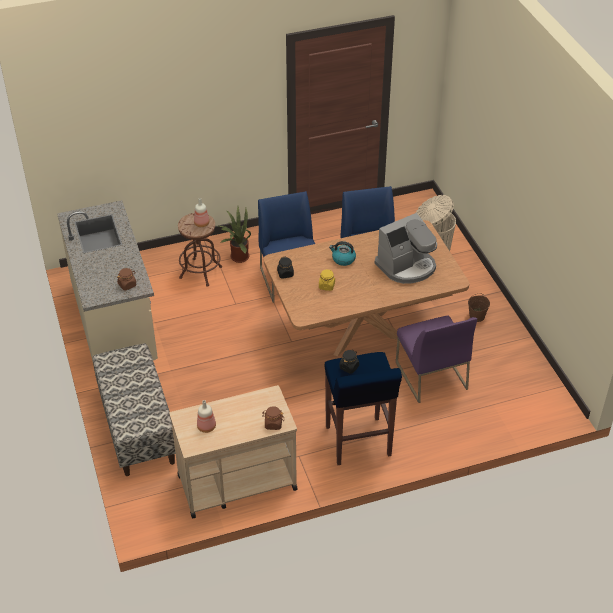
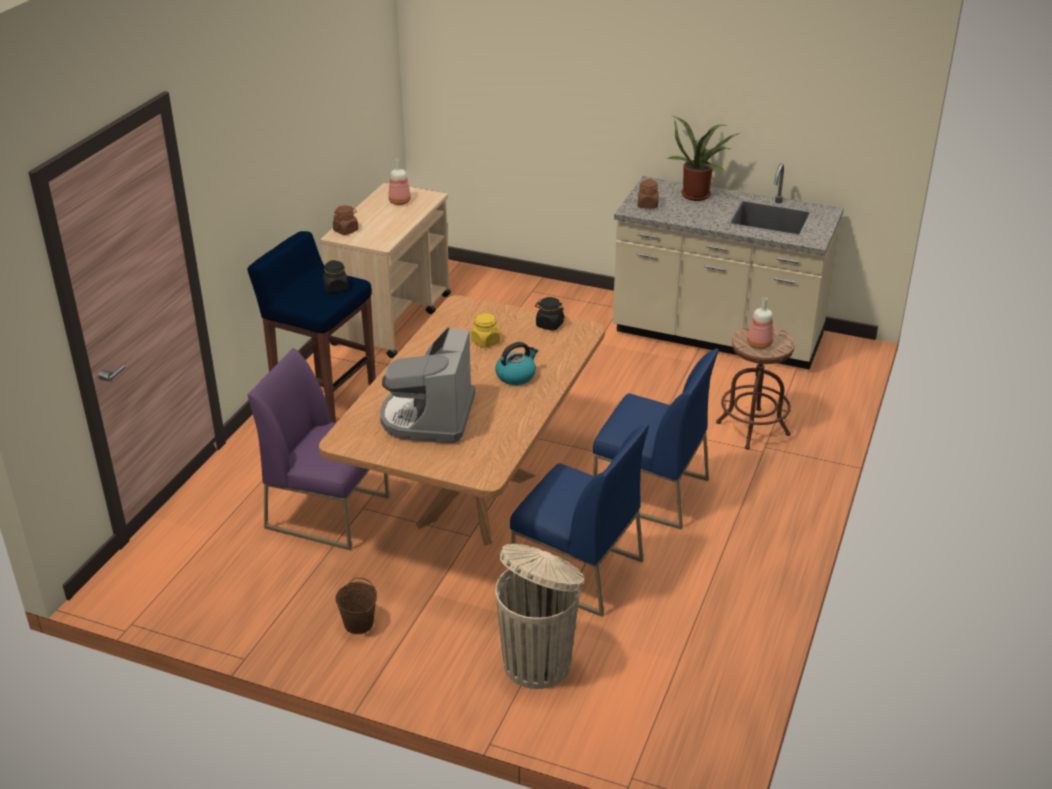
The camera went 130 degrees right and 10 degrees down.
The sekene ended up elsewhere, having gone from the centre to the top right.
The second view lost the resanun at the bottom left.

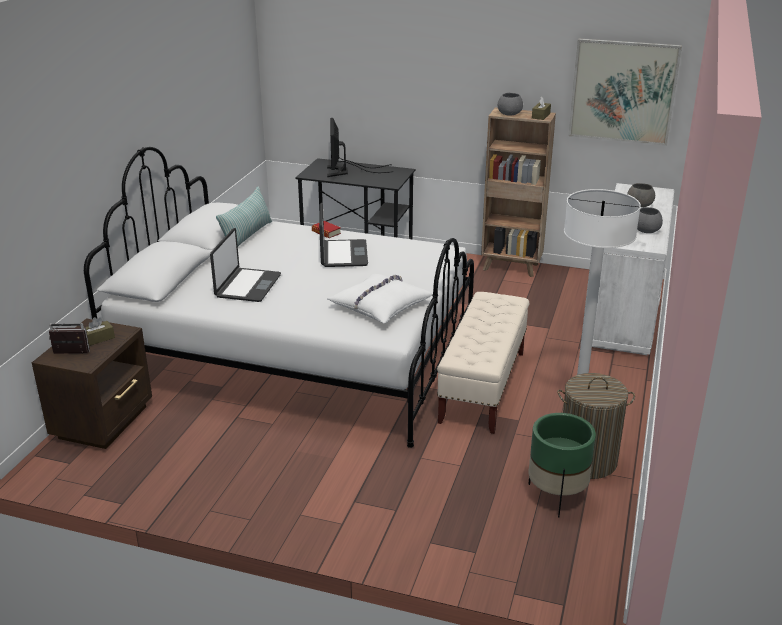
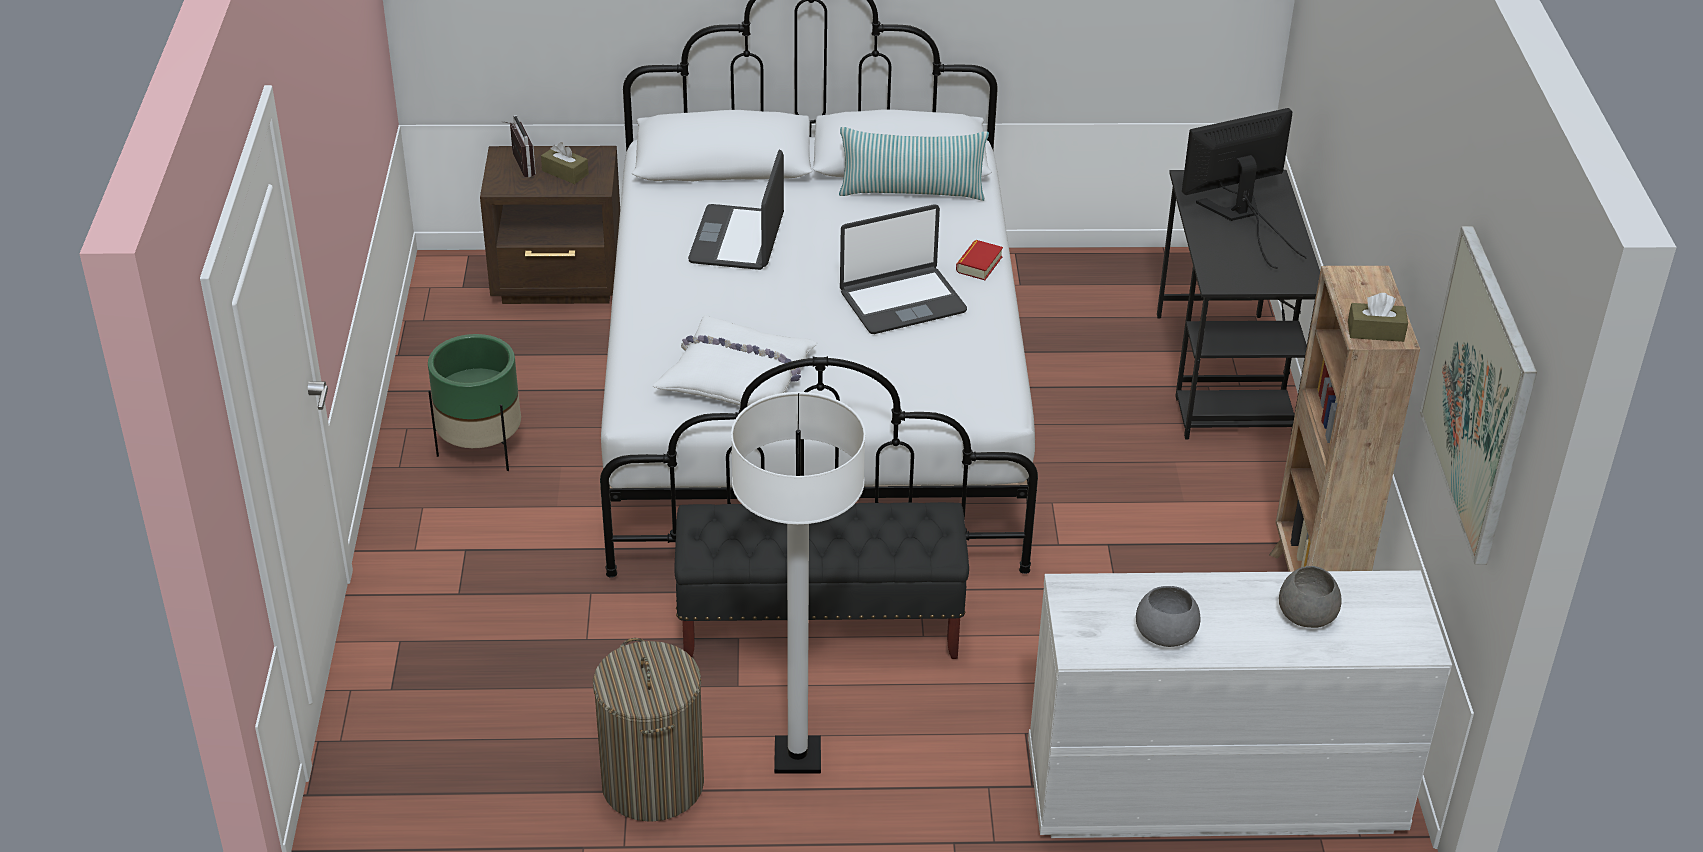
The camera went 70 degrees right and 10 degrees up.
The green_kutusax ended up elsewhere, having gone from the bottom right to the middle left.
What was the beige_resanun at the centre turned into the black_resanun at the bottom centre.
The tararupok (1st from left) at the middle left ended up facing another way, 105 degrees clockwise from before.
The second view lost the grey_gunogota (1st from left) at the top centre.

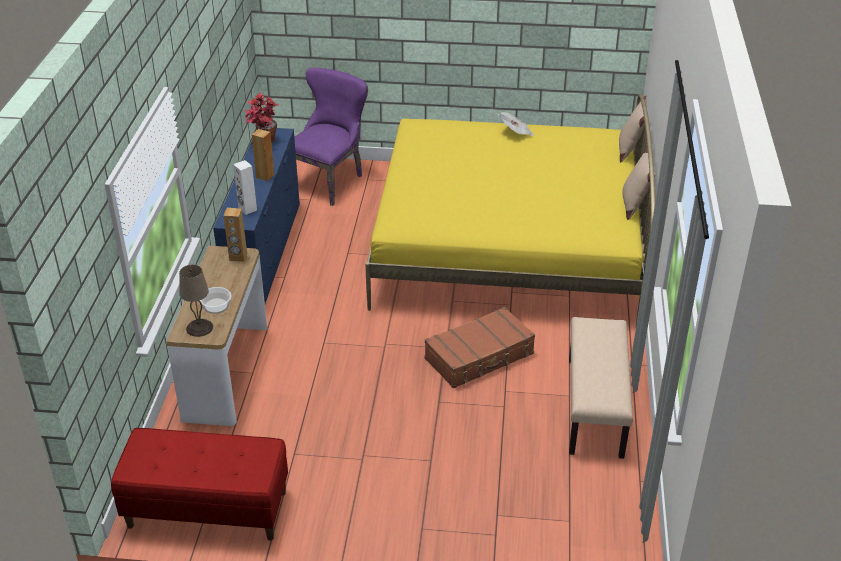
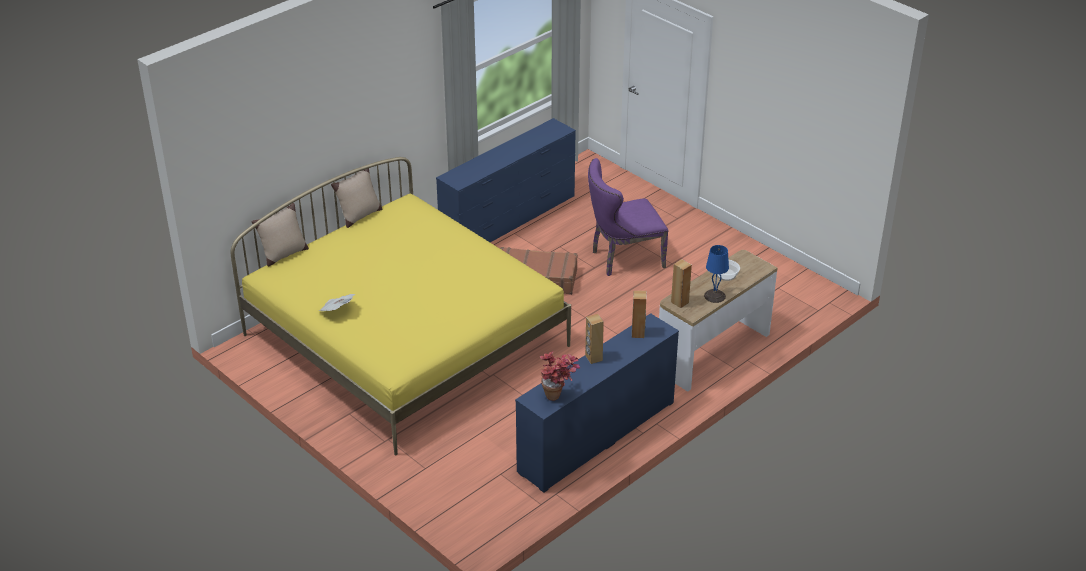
The camera went 140 degrees left and 0 degrees up.
Where the beige_resanun stood at the bottom right, the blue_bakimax (1st from left) came to stand at the top centre.
The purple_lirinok ended up elsewhere, having gone from the top centre to the centre.
What was the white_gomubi at the middle left turned into the brown_gomubi (2nd from left) at the centre.
The second view gained the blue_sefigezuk at the centre.
The second view lost the red_resanun at the bottom left.
The second view lost the beige_sefigezuk at the middle left.

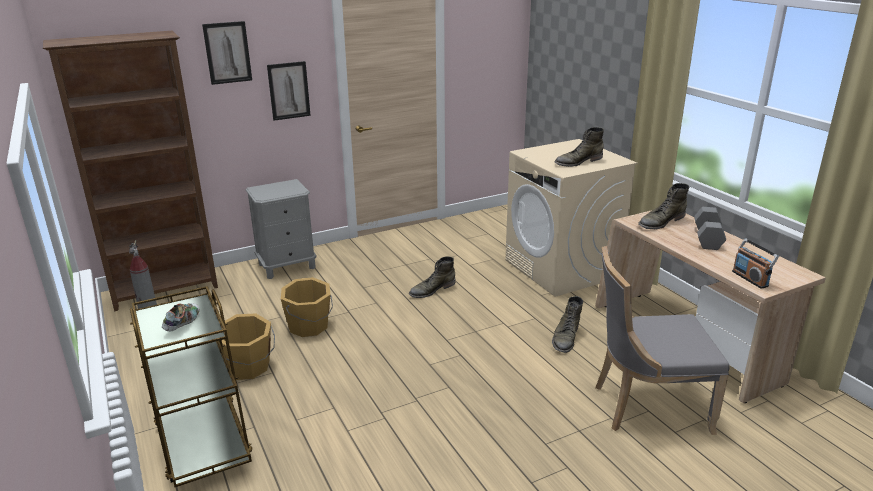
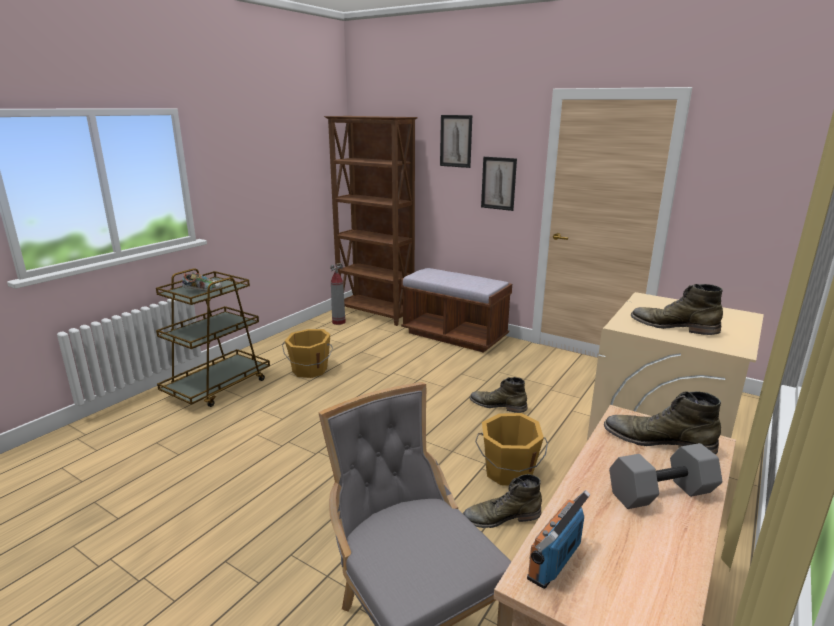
The camera went 60 degrees right and 5 degrees down.
Where the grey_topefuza stood at the middle left, the brown_resanun came to stand at the centre.
The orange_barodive (2nd from left) ended up elsewhere, having gone from the centre to the bottom centre.

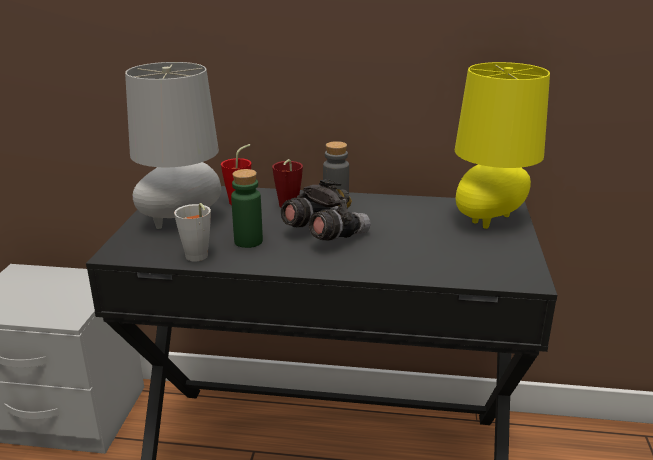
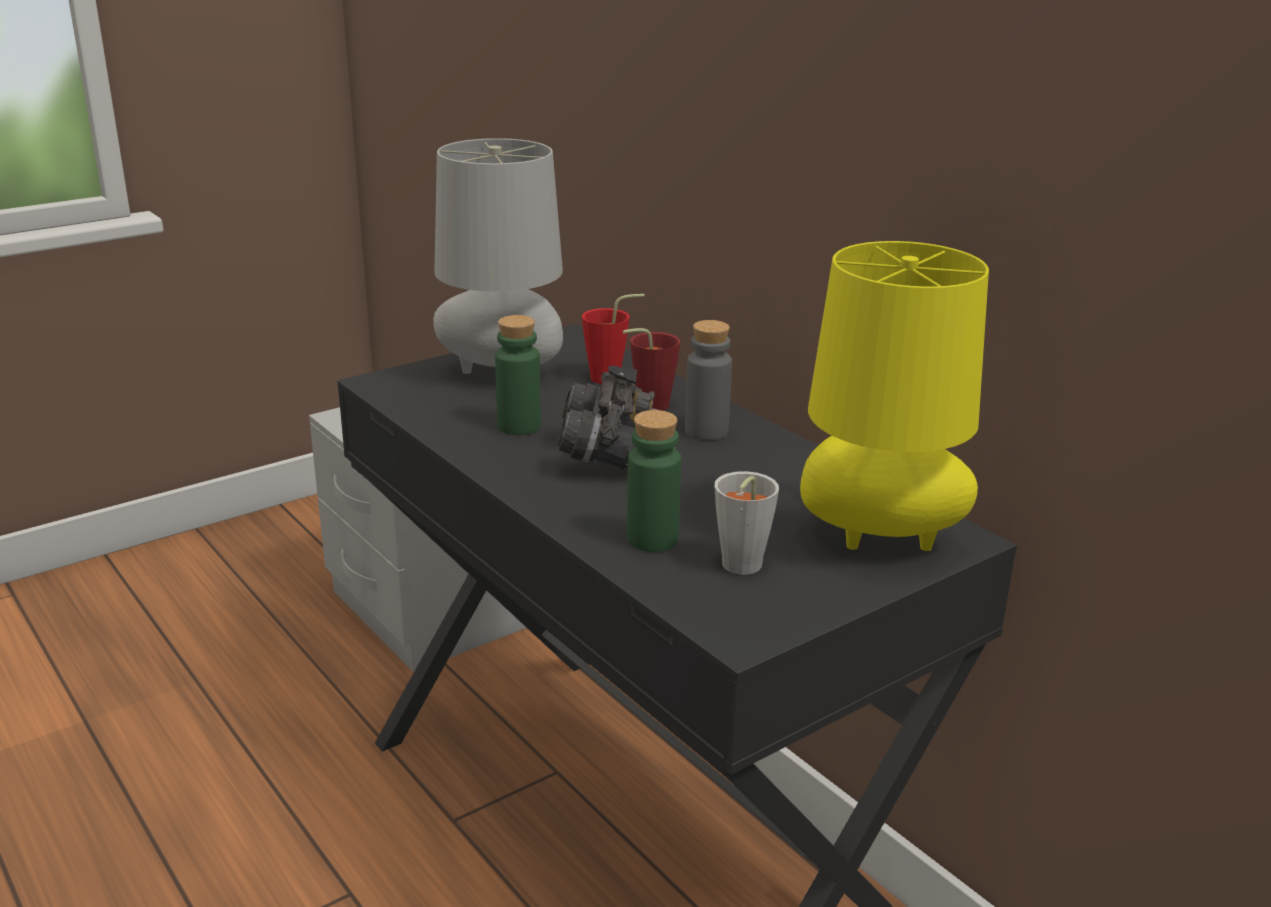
The camera went 45 degrees right and 0 degrees up.
The second view gained the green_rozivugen (2nd from left) at the centre.
The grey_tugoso ended up elsewhere, having gone from the middle left to the centre.

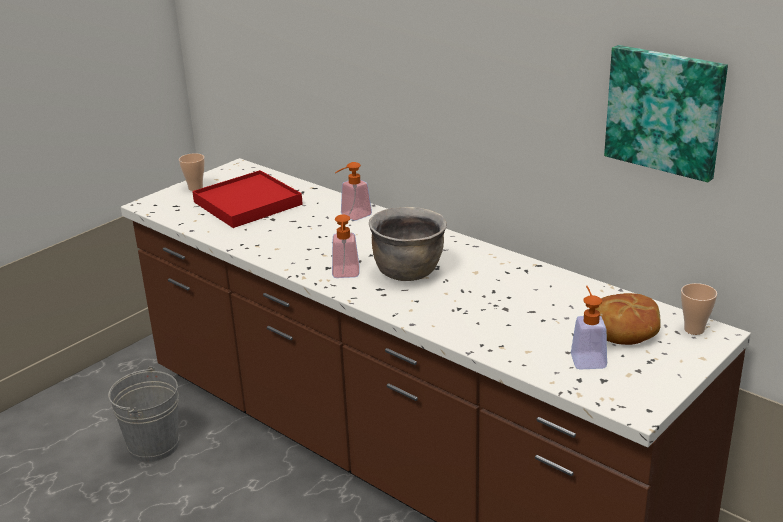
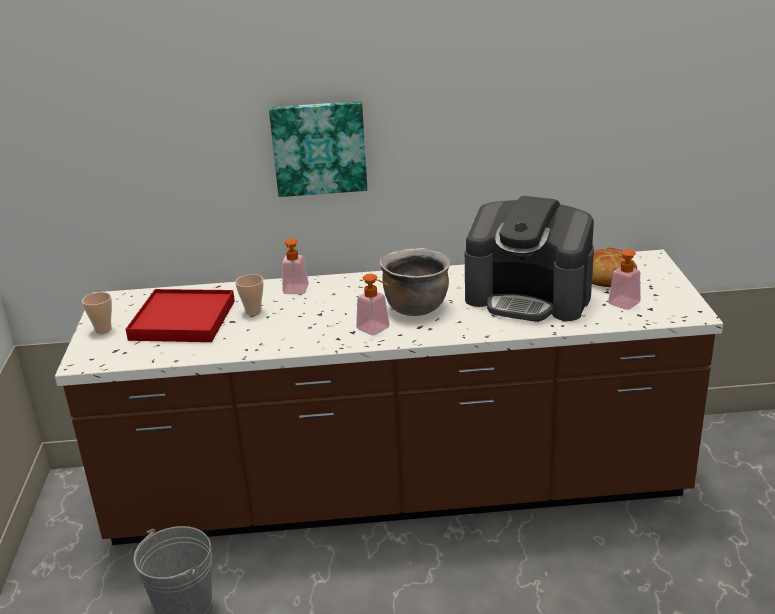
The camera went 45 degrees left and 0 degrees up.
The tugoso (2nd from left) ended up elsewhere, having gone from the middle right to the middle left.
The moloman ended up elsewhere, having gone from the top right to the top centre.
The second view gained the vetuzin at the middle right.

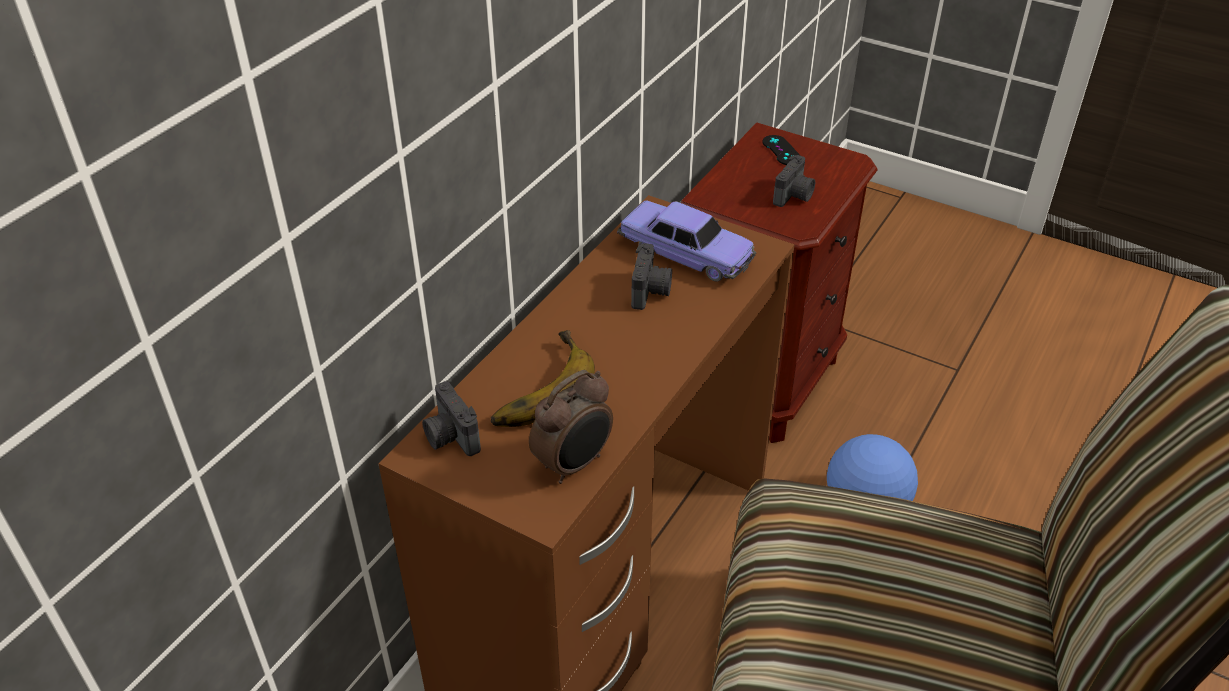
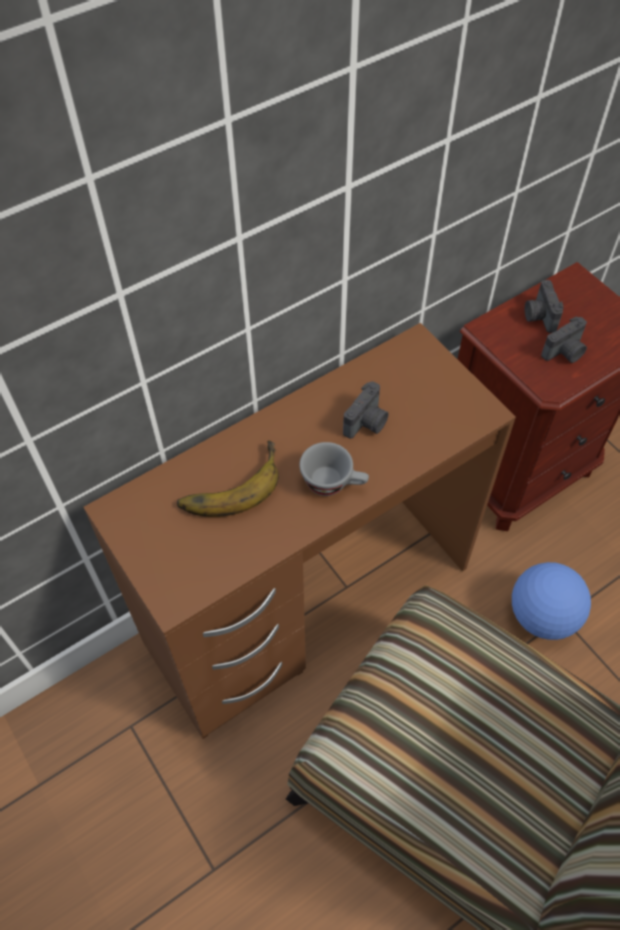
The camera went 25 degrees right and 15 degrees up.
The second view gained the grey_tugoso at the centre.
The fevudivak (1st from left in the first image) ended up elsewhere, having gone from the centre to the top right.
The second view lost the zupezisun at the centre.
The second view lost the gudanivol at the centre.
The second view lost the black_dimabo at the top centre.

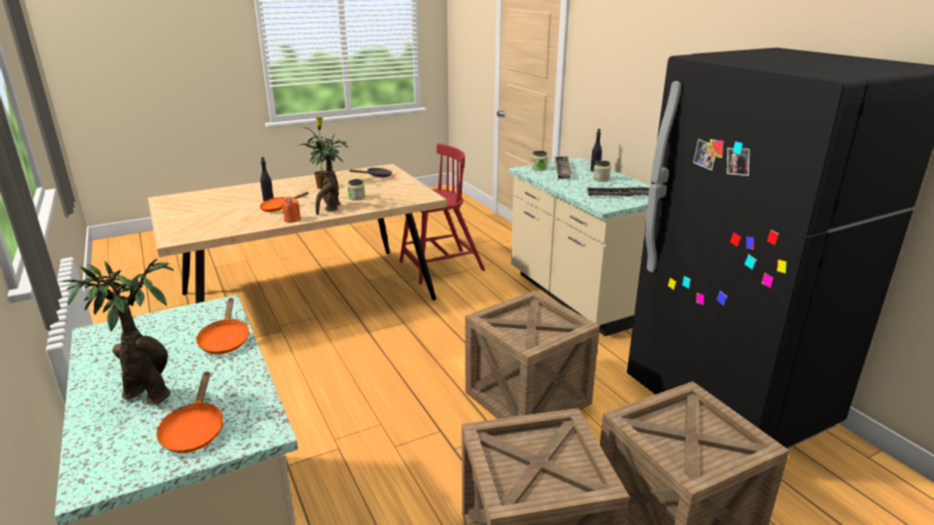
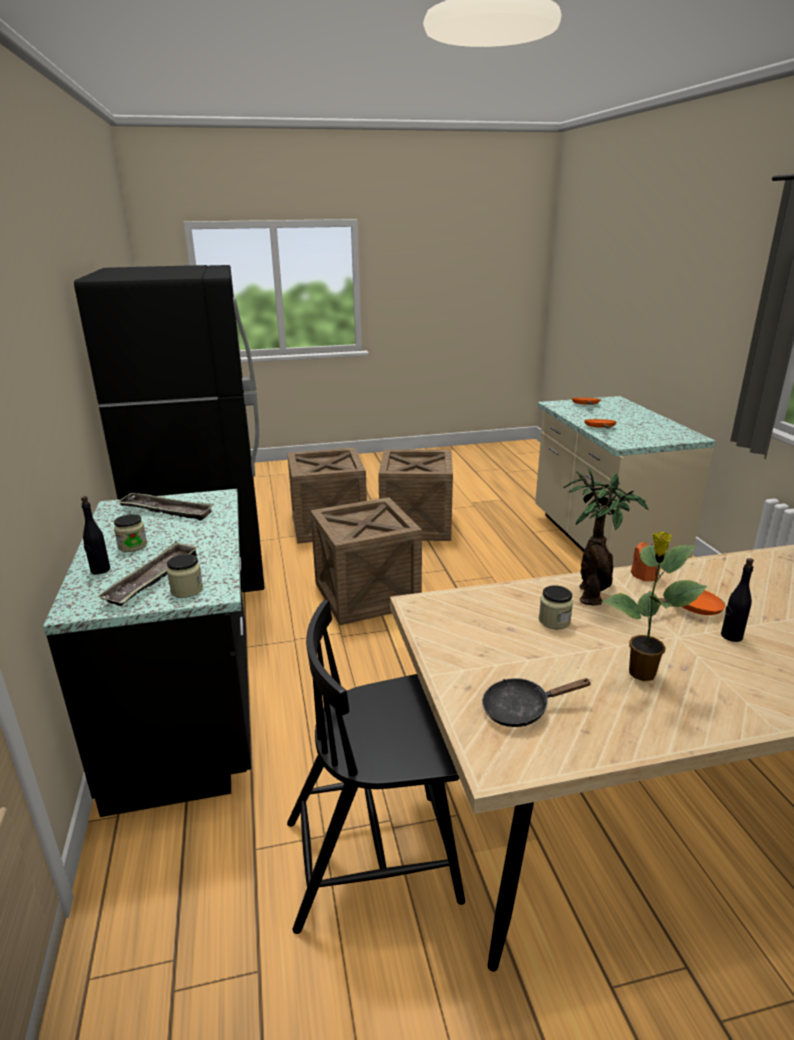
The camera went 165 degrees left and 0 degrees up.
What was the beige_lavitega (2nd from left) at the centre turned into the black_lavitega at the middle left.
What was the red_lirinok at the centre turned into the black_lirinok at the bottom centre.
The second view lost the sekene (1st from left) at the middle left.

